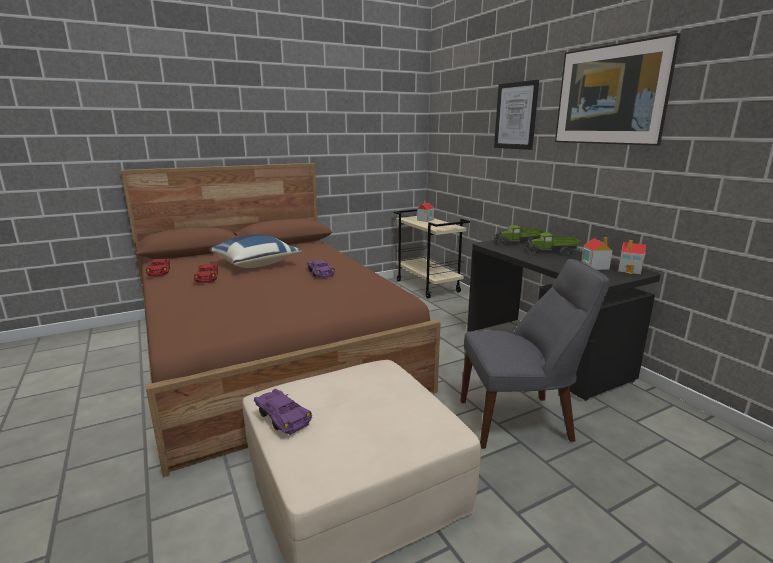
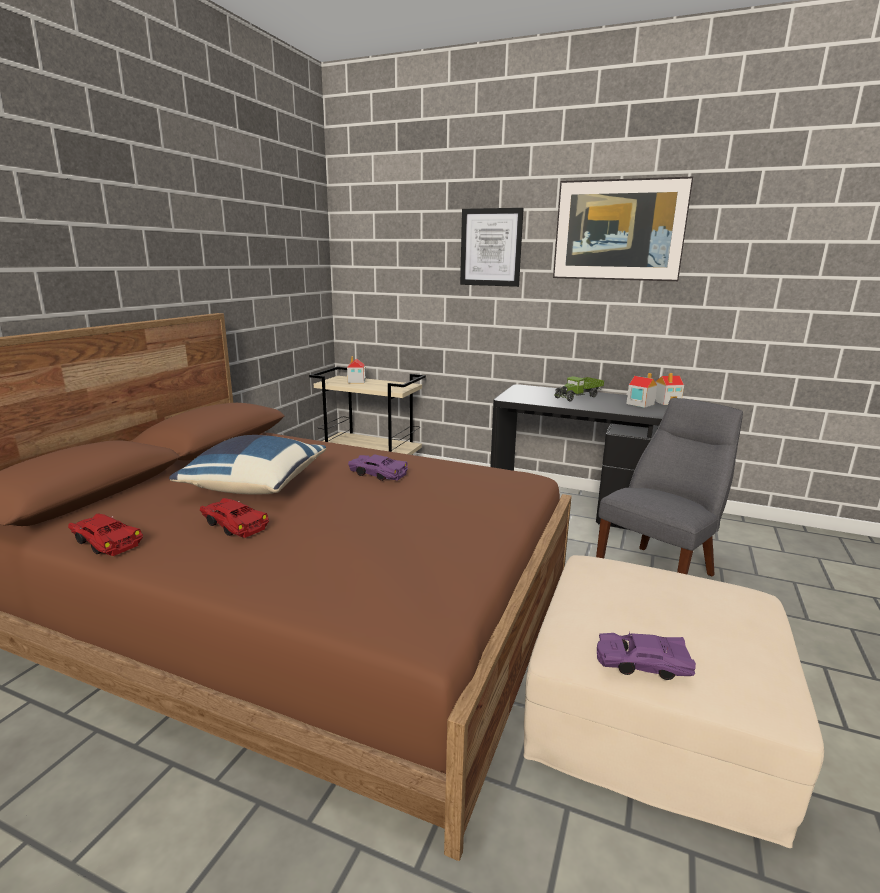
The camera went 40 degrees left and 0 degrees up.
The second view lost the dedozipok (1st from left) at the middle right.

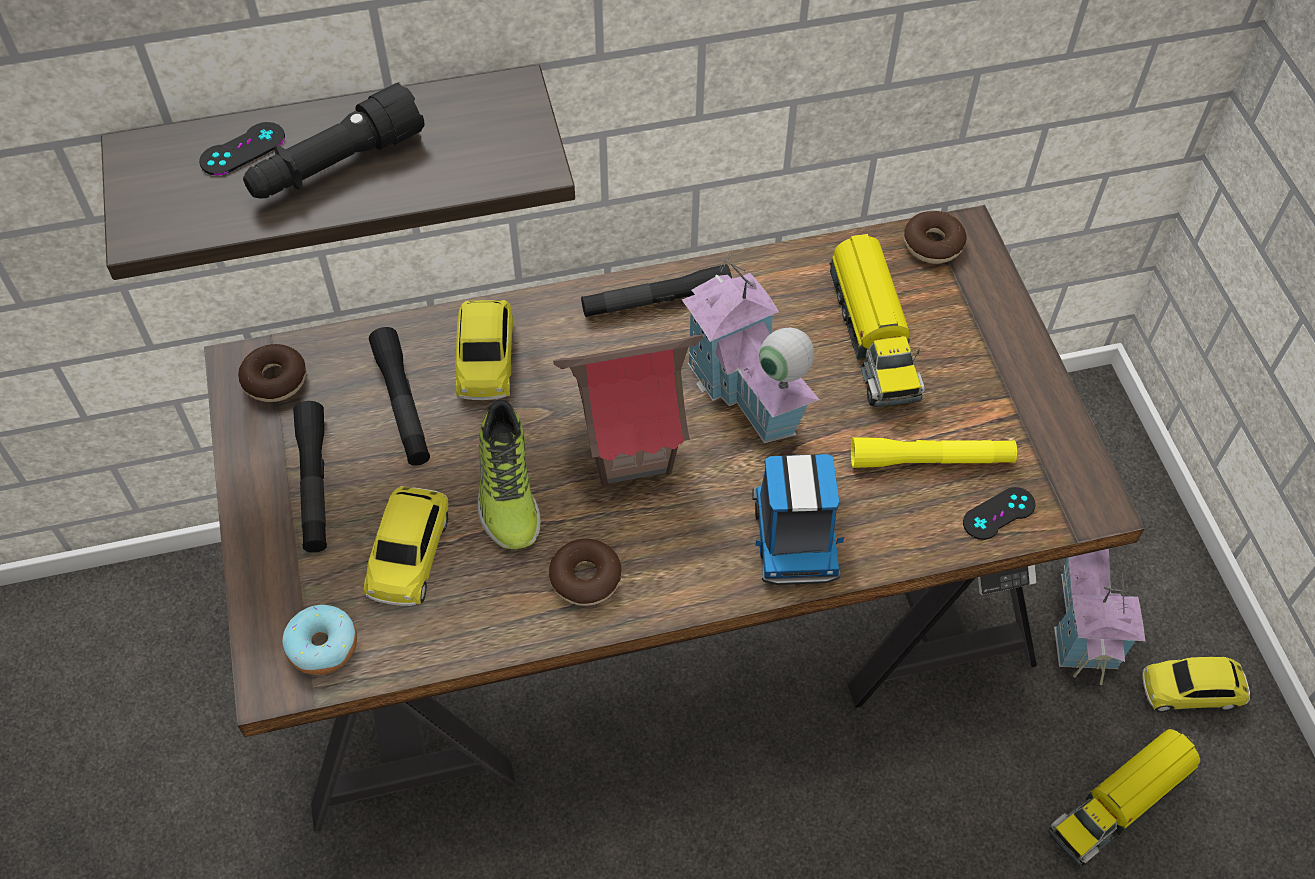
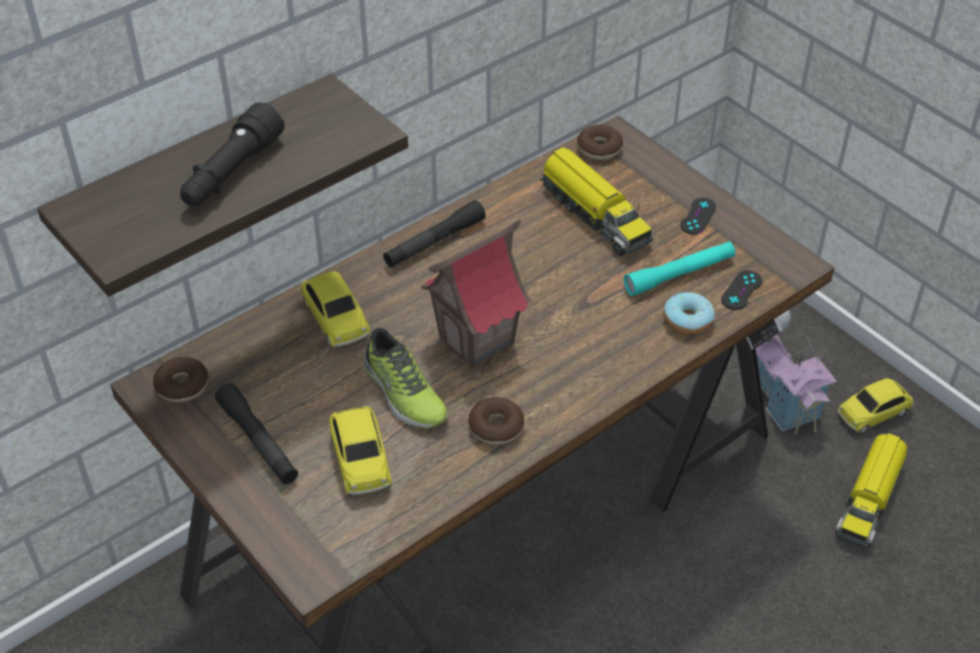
The camera went 25 degrees left and 10 degrees down.
What was the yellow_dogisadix at the middle right turned into the turquoise_dogisadix at the middle right.
The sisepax (2nd from left in the first image) ended up elsewhere, having gone from the bottom left to the middle right.
The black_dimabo (1st from left) ended up elsewhere, having gone from the top left to the top right.
The second view lost the black_dogisadix (3rd from left) at the middle left.
The second view lost the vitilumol (2nd from left) at the centre.
The second view lost the dedozipok (1st from left) at the centre.

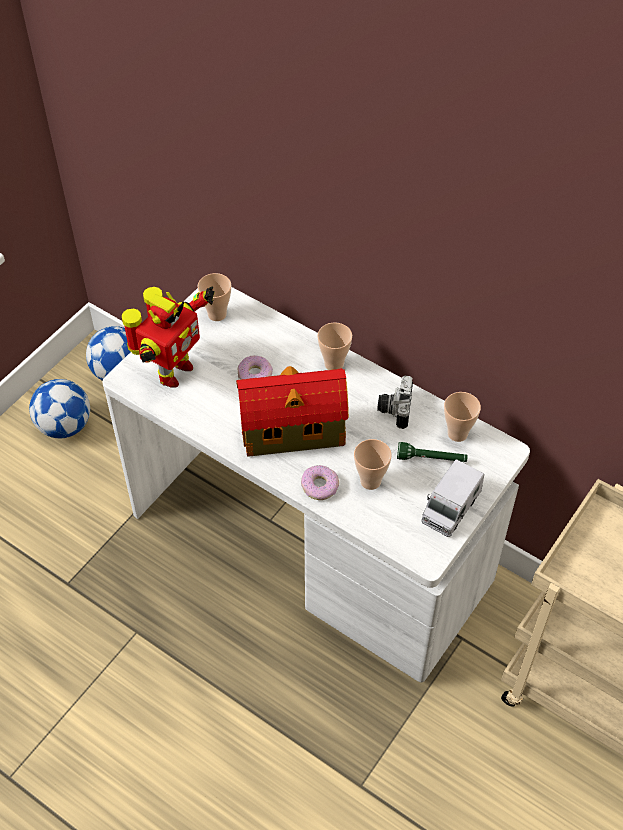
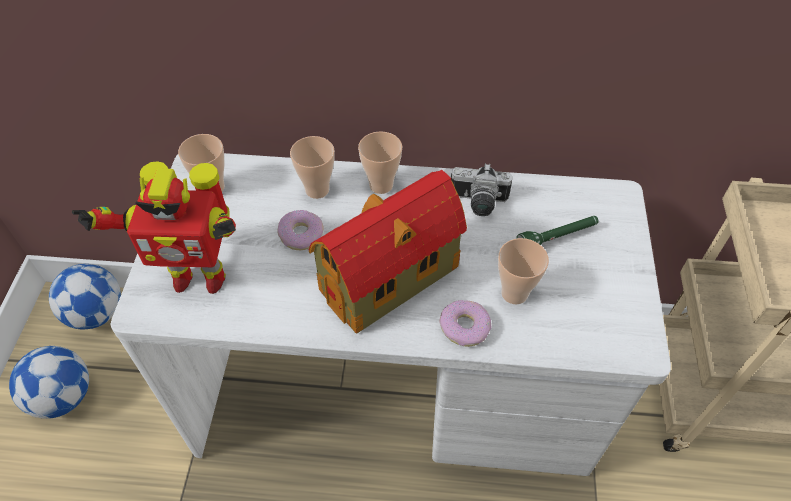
The camera went 30 degrees left and 0 degrees up.
The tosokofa at the middle left ended up facing another way, 90 degrees clockwise from before.
The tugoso (4th from left in the first image) ended up elsewhere, having gone from the middle right to the centre.
The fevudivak at the centre ended up facing another way, 60 degrees counterclockwise from before.
The second view lost the dedozipok at the middle right.

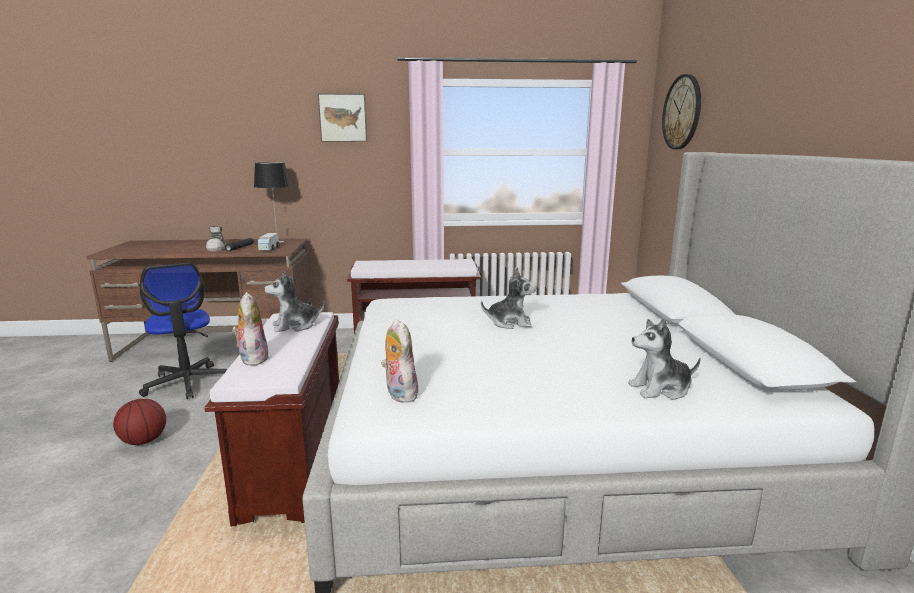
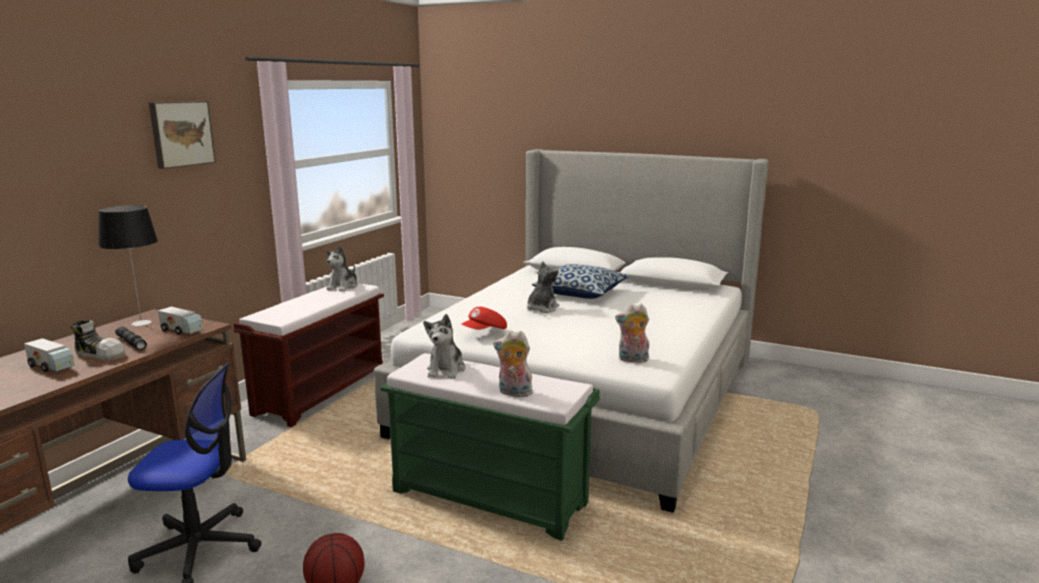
The camera went 60 degrees left and 0 degrees up.
The second view gained the dedozipok (1st from left) at the middle left.
The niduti (5th from left in the first image) ended up elsewhere, having gone from the middle right to the middle left.
What was the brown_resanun (1st from left) at the bottom left turned into the green_resanun at the bottom centre.
The second view gained the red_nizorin at the centre.
The second view gained the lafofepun at the centre.
The second view lost the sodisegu at the top right.

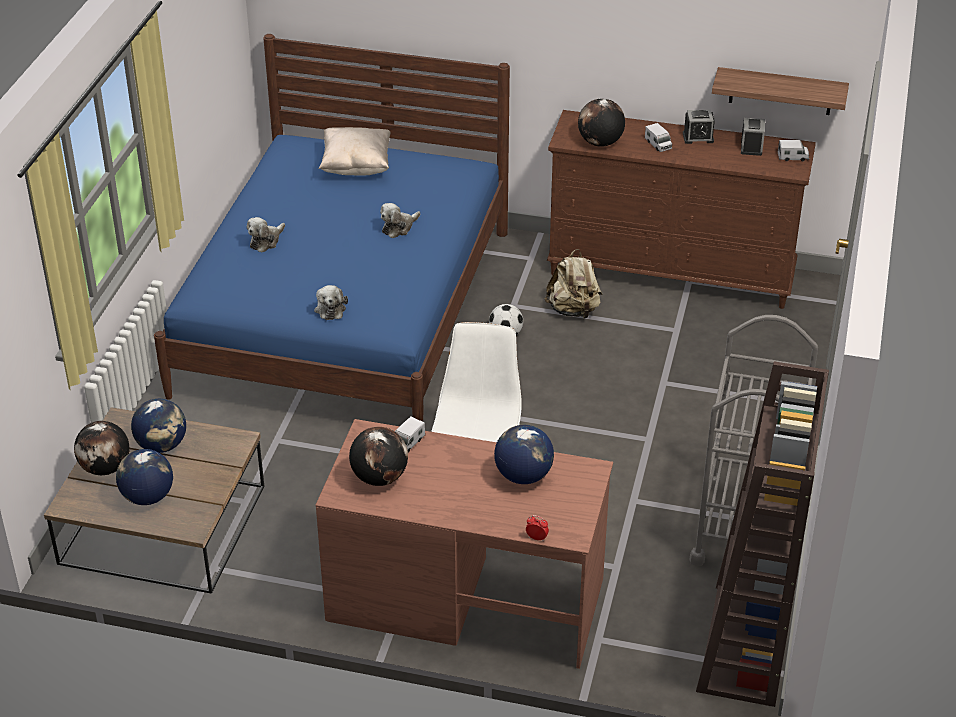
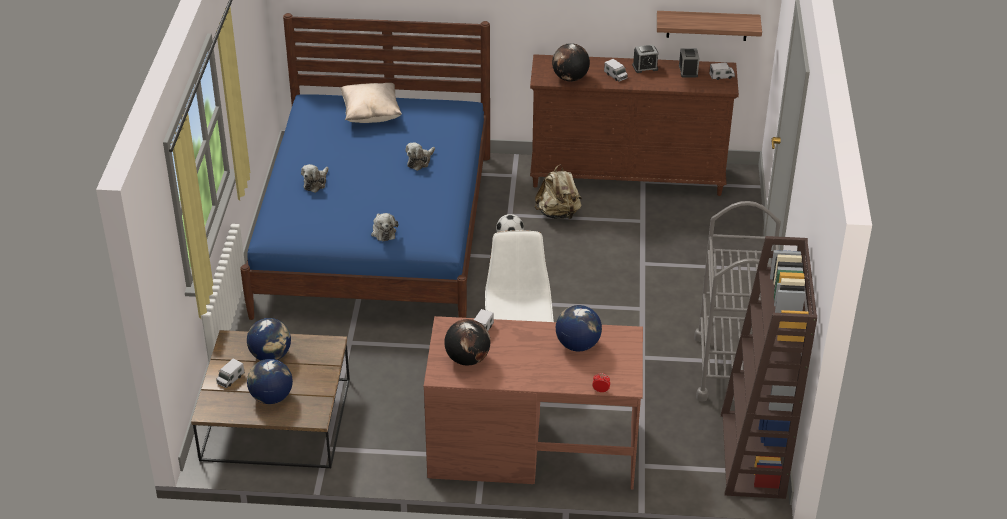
The camera went 10 degrees left and 0 degrees up.
Where the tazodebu (1st from left) stood at the middle left, the dedozipok (1st from left) came to stand at the bottom left.

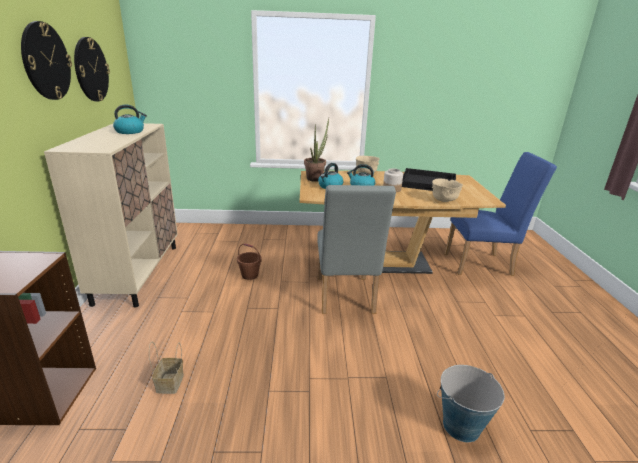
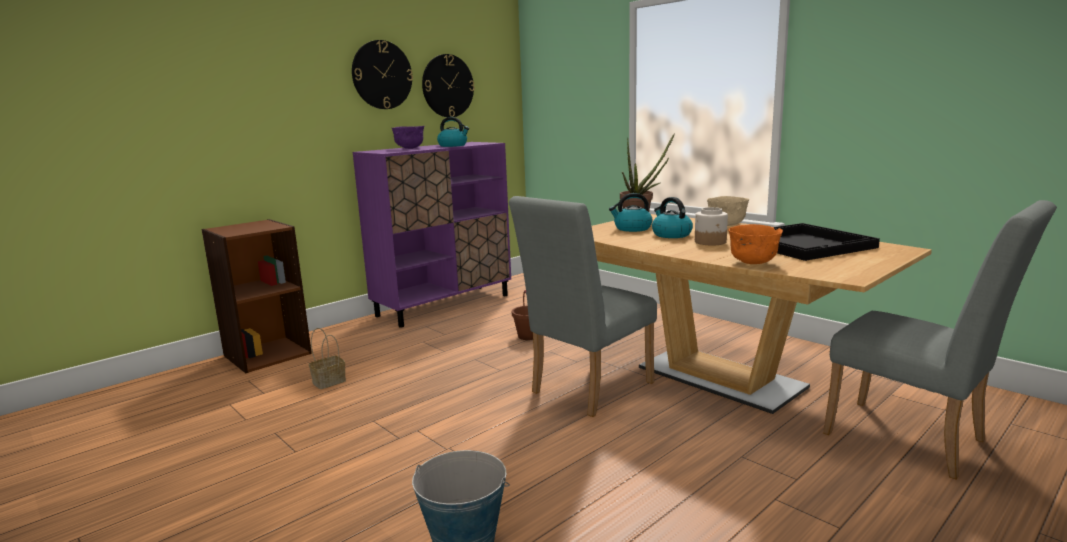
The camera went 50 degrees right and 10 degrees down.
What was the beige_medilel at the middle left turned into the purple_medilel at the centre.
The second view gained the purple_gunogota at the top centre.
What was the beige_gunogota (2nd from left) at the middle right turned into the orange_gunogota at the middle right.
What was the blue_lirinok at the middle right turned into the grey_lirinok (2nd from left) at the middle right.

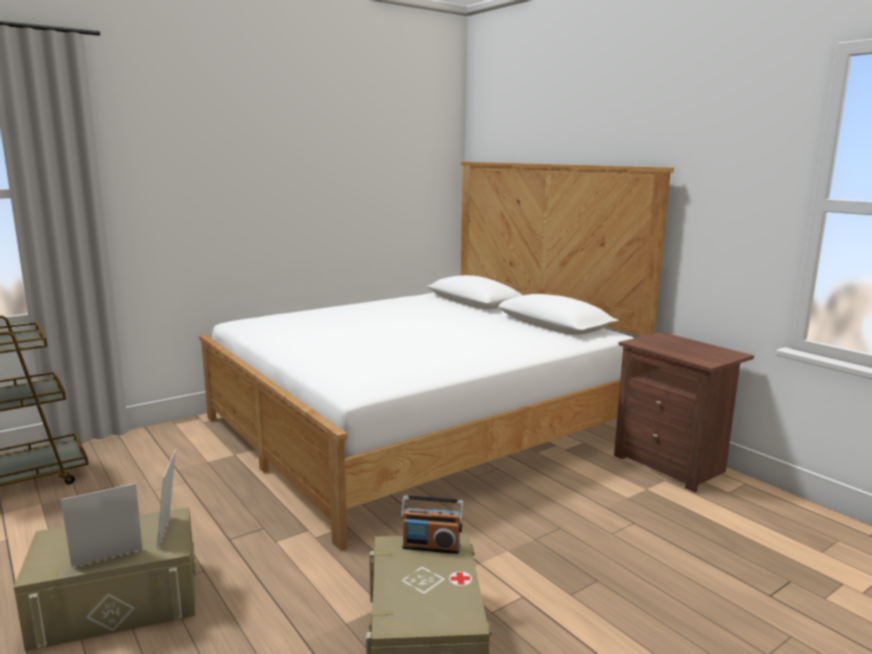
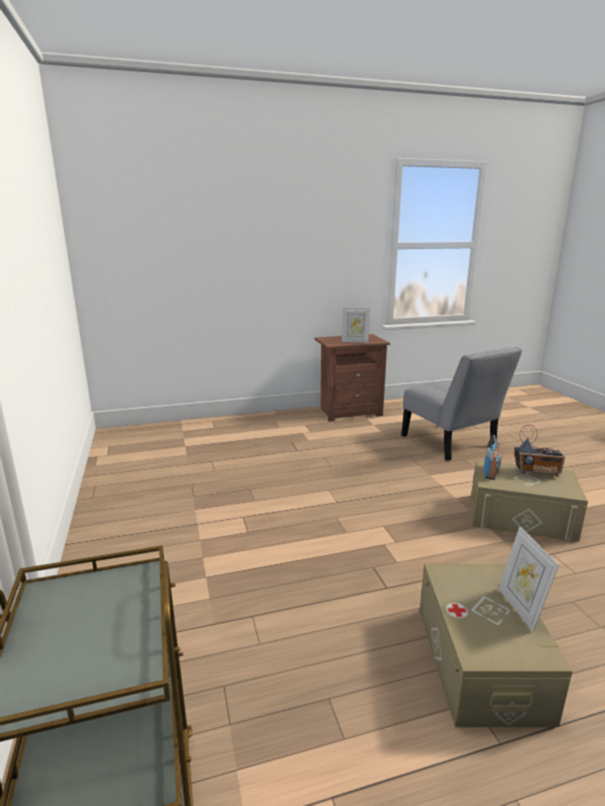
The camera went 70 degrees left and 5 degrees up.
The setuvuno (2nd from left in the first image) ended up elsewhere, having gone from the bottom left to the centre.
The second view gained the grey_lirinok at the middle right.
The second view gained the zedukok (2nd from left) at the middle right.
The second view lost the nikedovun at the centre.

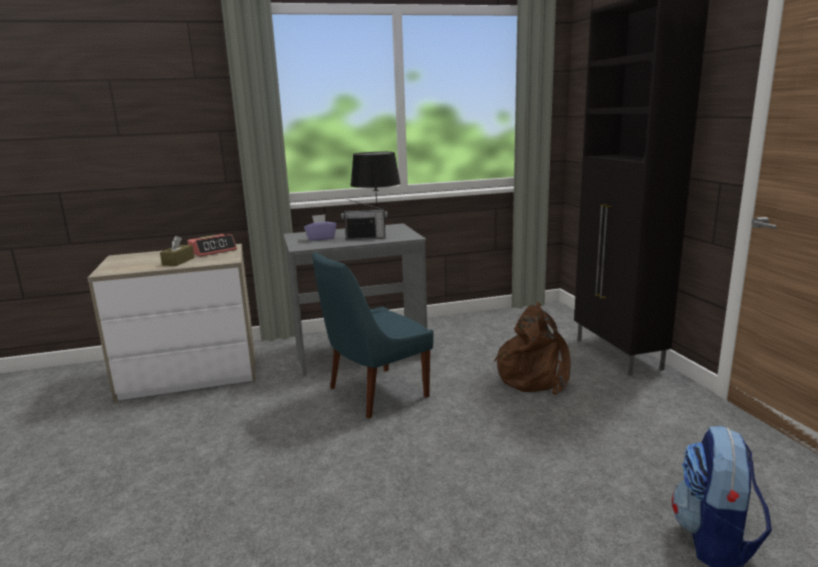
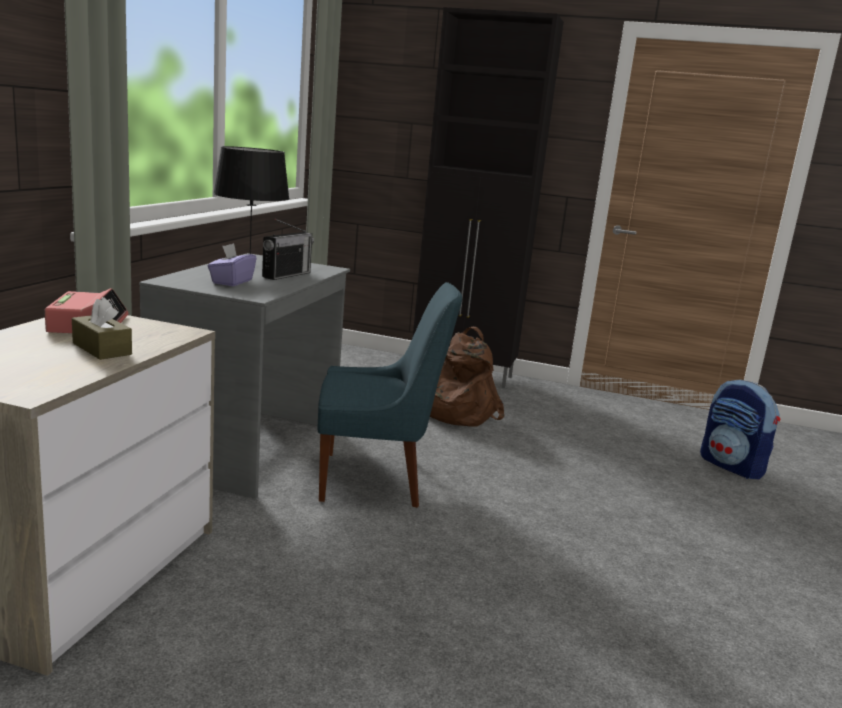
The camera went 60 degrees left and 0 degrees up.
The blue_lirinok at the centre ended up facing another way, 90 degrees counterclockwise from before.

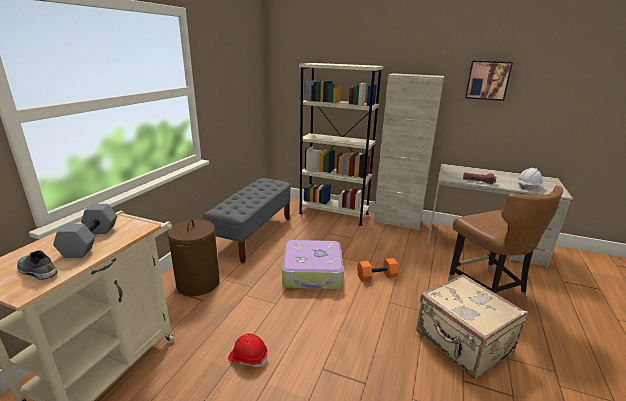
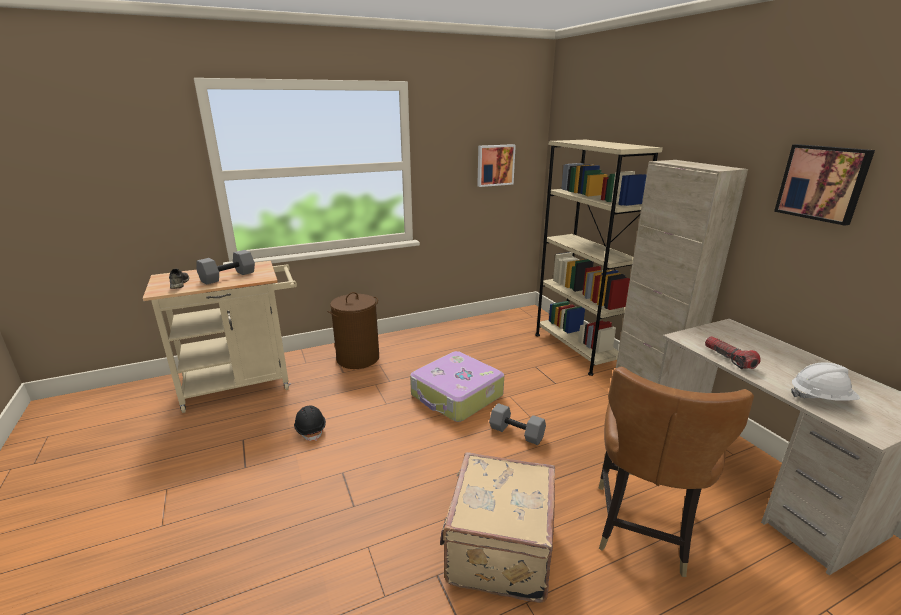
The camera went 45 degrees right and 0 degrees up.
What was the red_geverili at the bottom centre turned into the black_geverili at the bottom centre.
The second view gained the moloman (1st from left) at the top centre.
What was the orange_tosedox at the bottom centre turned into the grey_tosedox (2nd from left) at the bottom centre.
The second view lost the grey_resanun at the centre.

